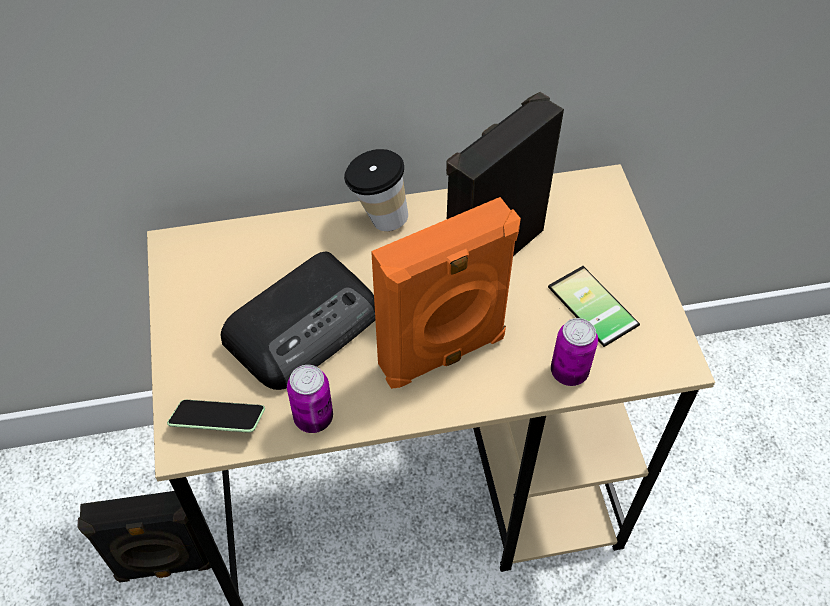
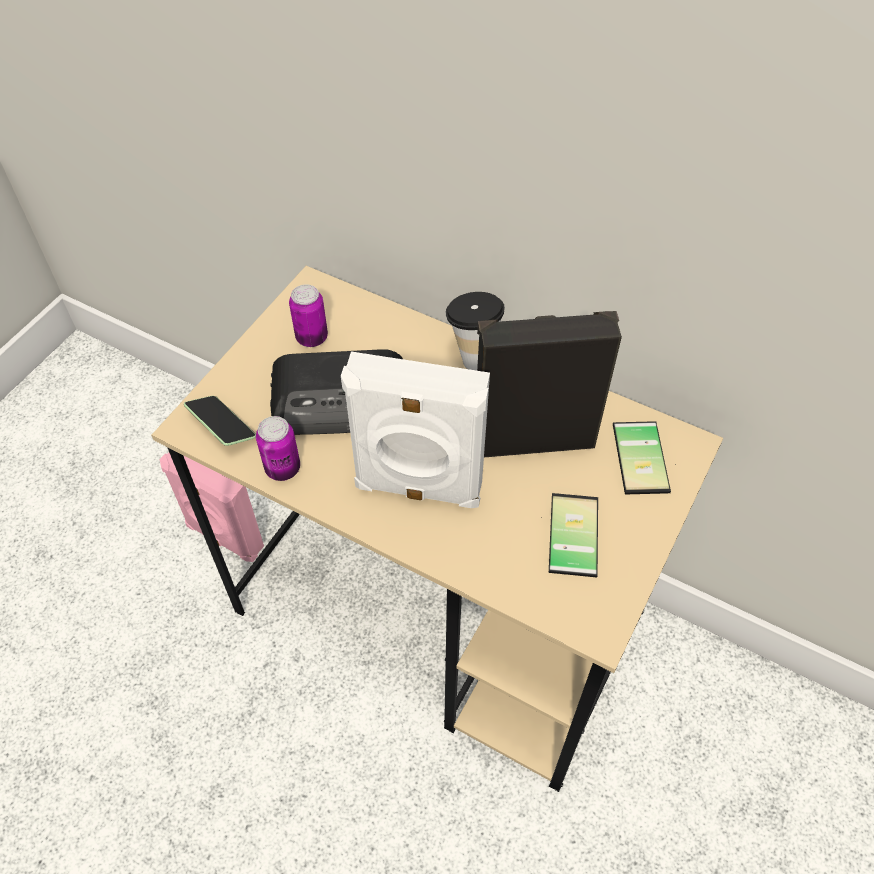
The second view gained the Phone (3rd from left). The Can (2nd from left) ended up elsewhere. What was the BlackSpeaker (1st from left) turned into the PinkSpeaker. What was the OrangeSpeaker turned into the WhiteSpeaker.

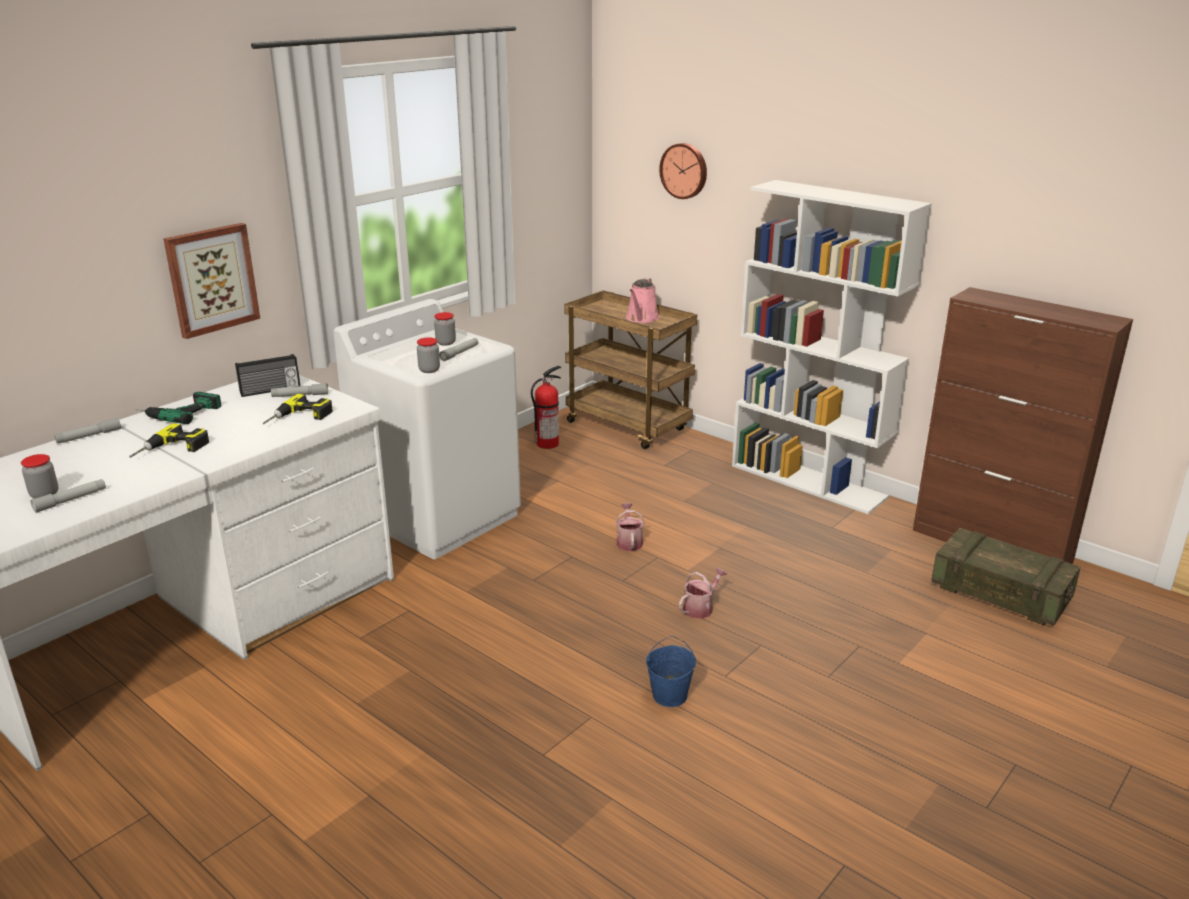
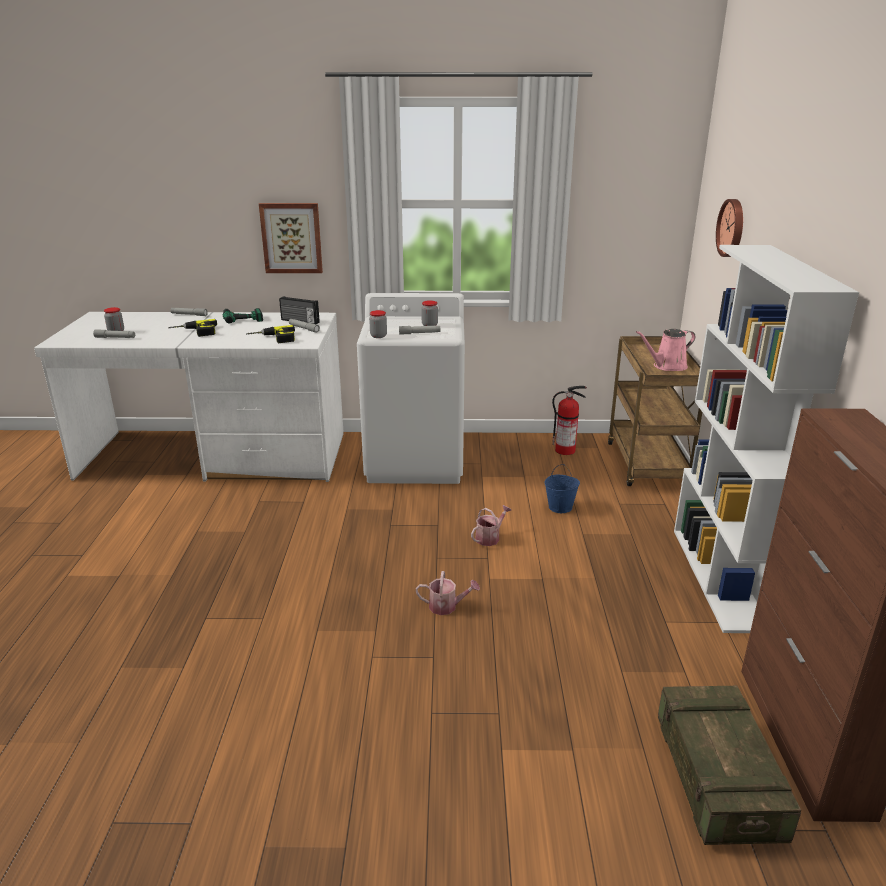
The BlueBucket ended up elsewhere.

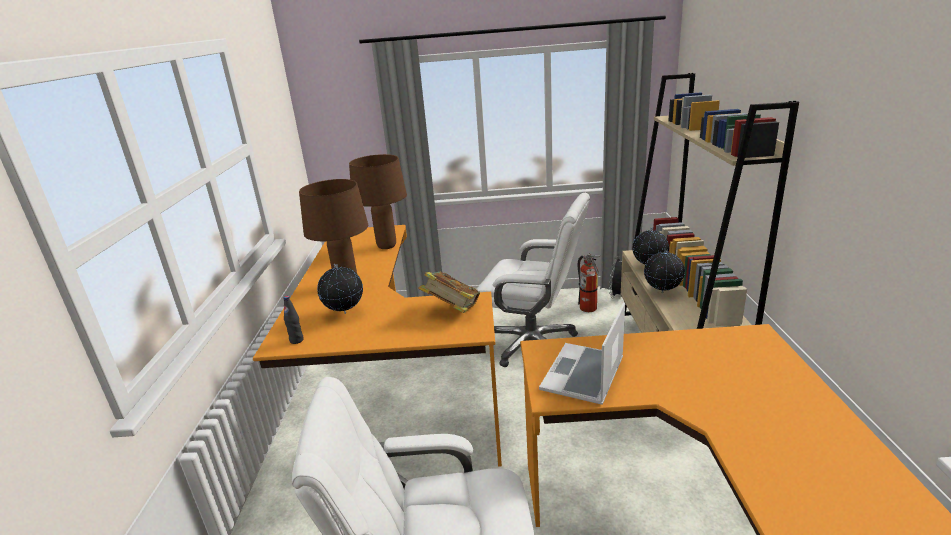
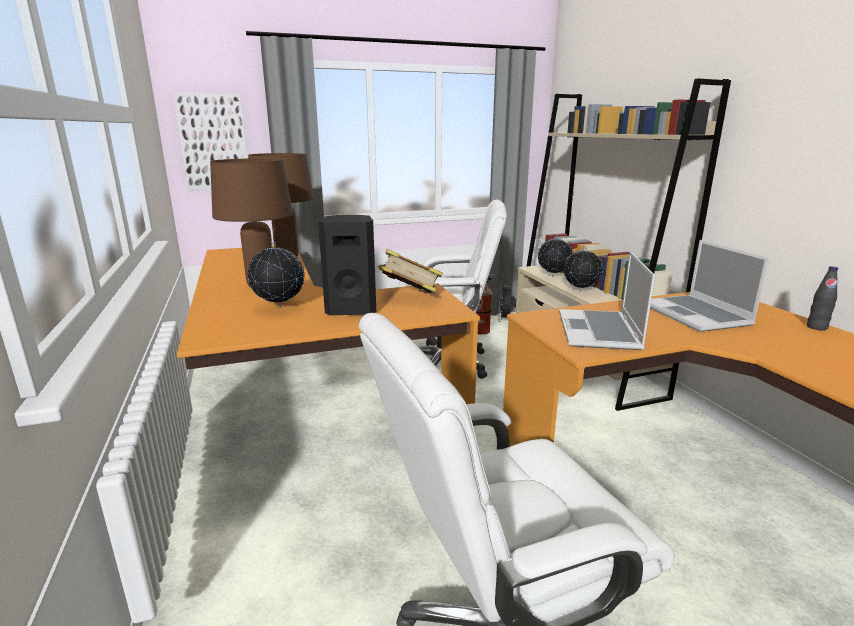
The second view gained the Picture. The second view gained the BlackSpeaker. The second view gained the Laptop (2nd from left). The BlackBottle ended up elsewhere.

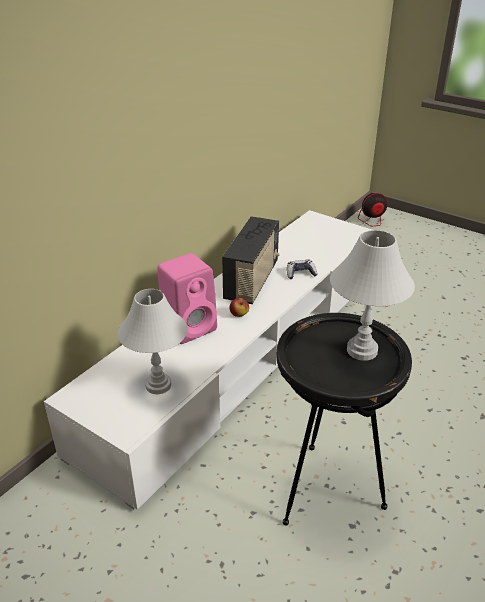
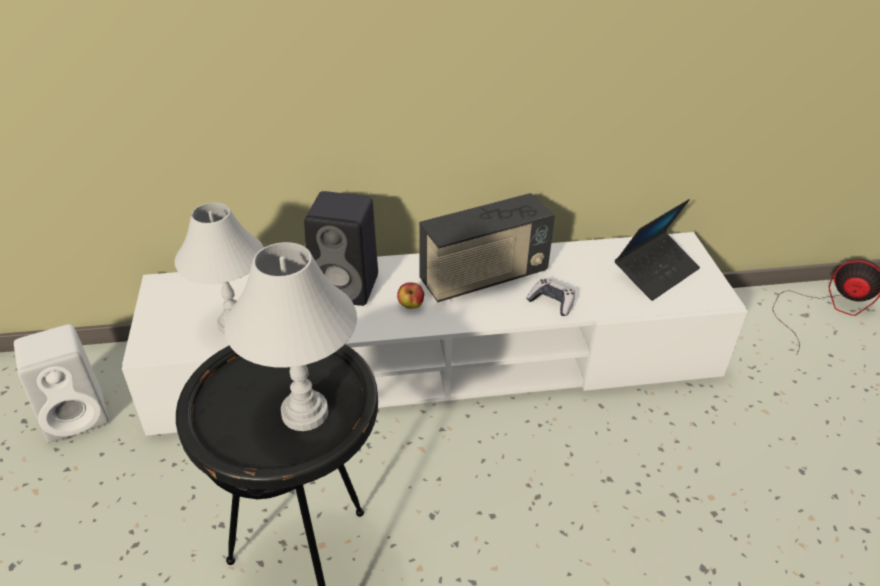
The second view gained the WhiteSpeaker. The second view gained the Laptop. What was the PinkSpeaker turned into the BlackSpeaker.

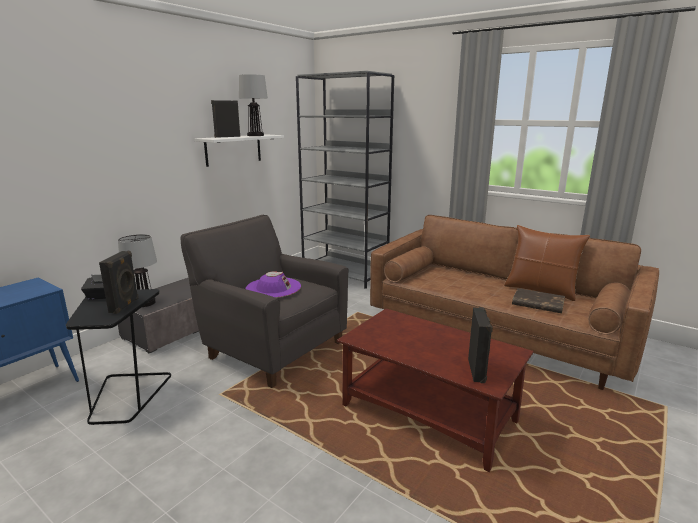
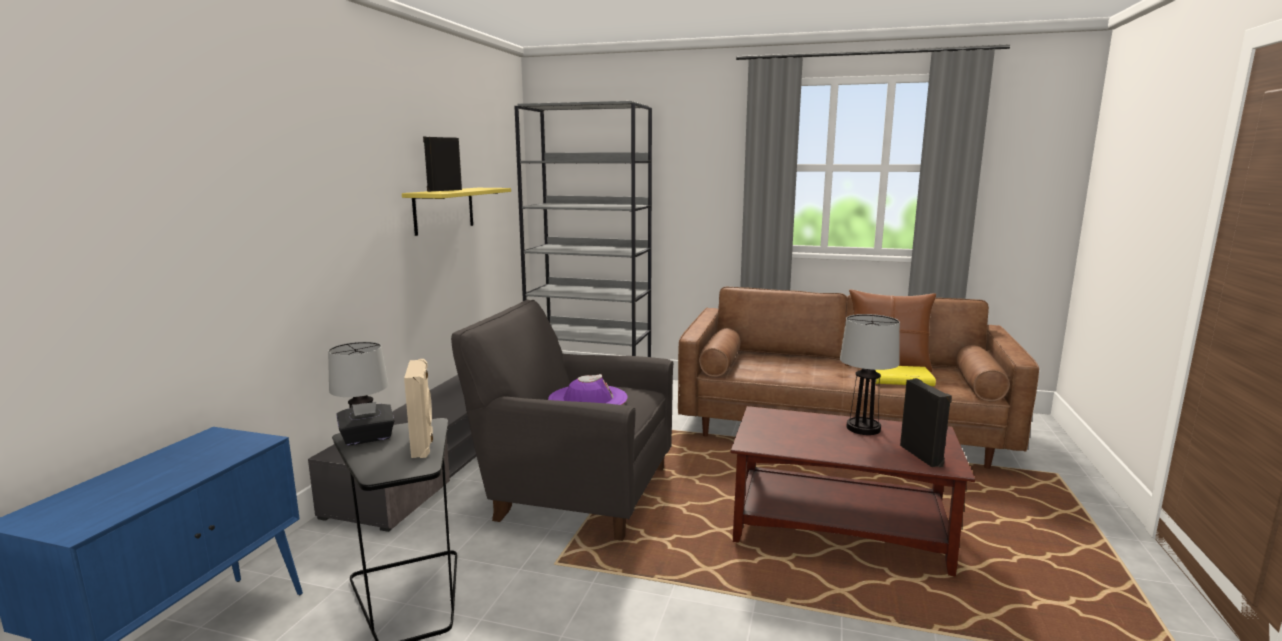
The TableLamp (2nd from left) ended up elsewhere. What was the BlackSpeaker (1st from left) turned into the BeigeSpeaker. What was the WhiteShelf turned into the YellowShelf. What was the BrownBook turned into the YellowBook.

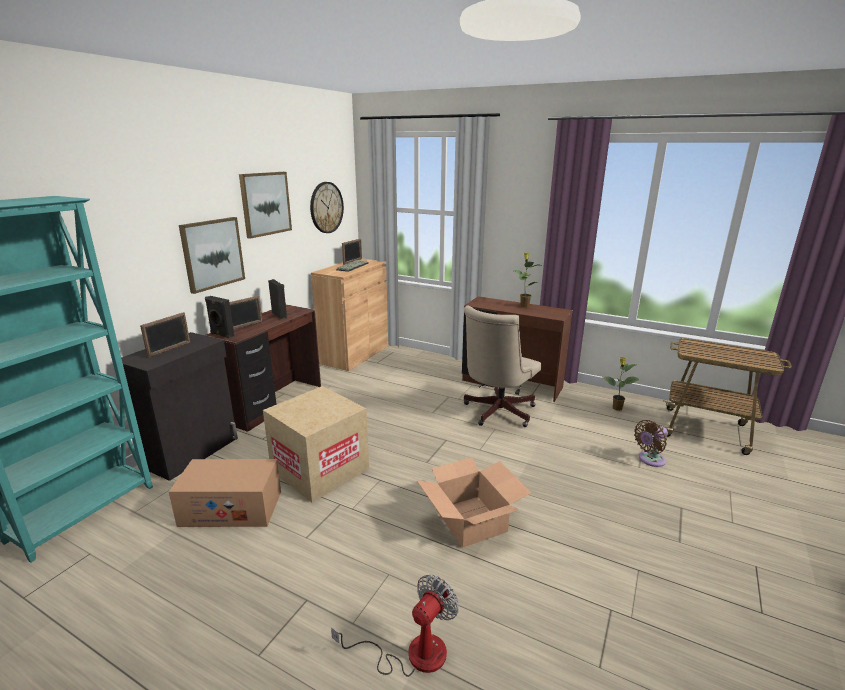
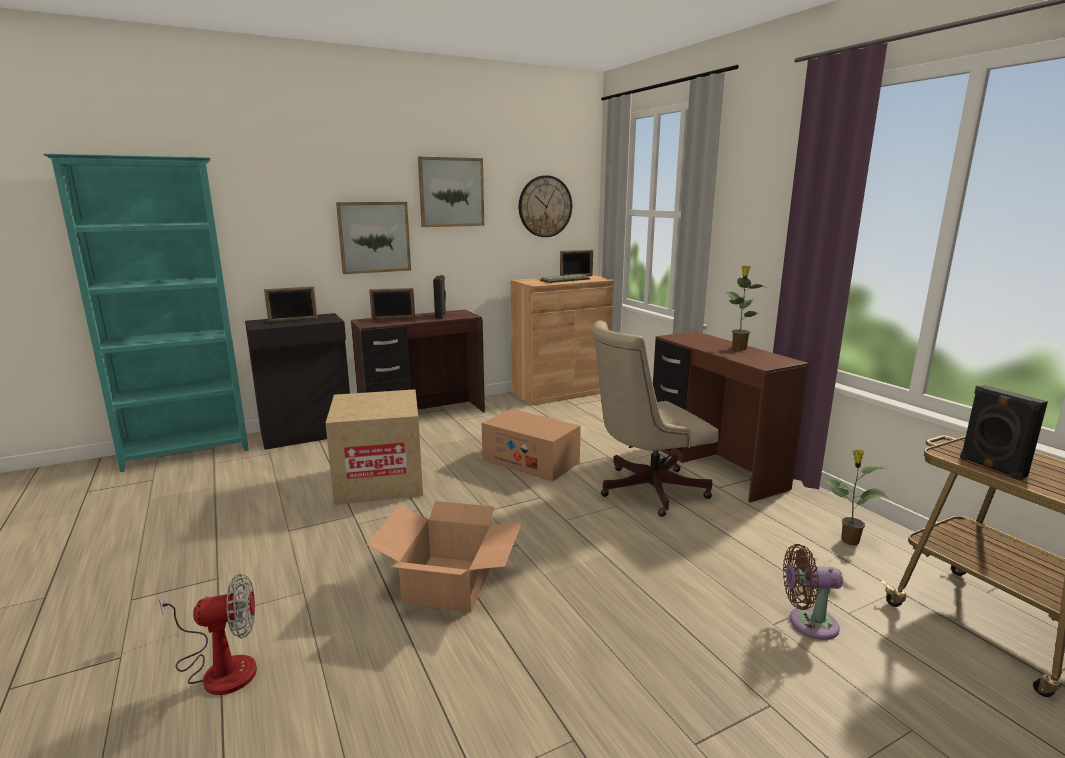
The CardboardBox (1st from left in the first image) ended up elsewhere. The BlackSpeaker (1st from left in the first image) ended up elsewhere.

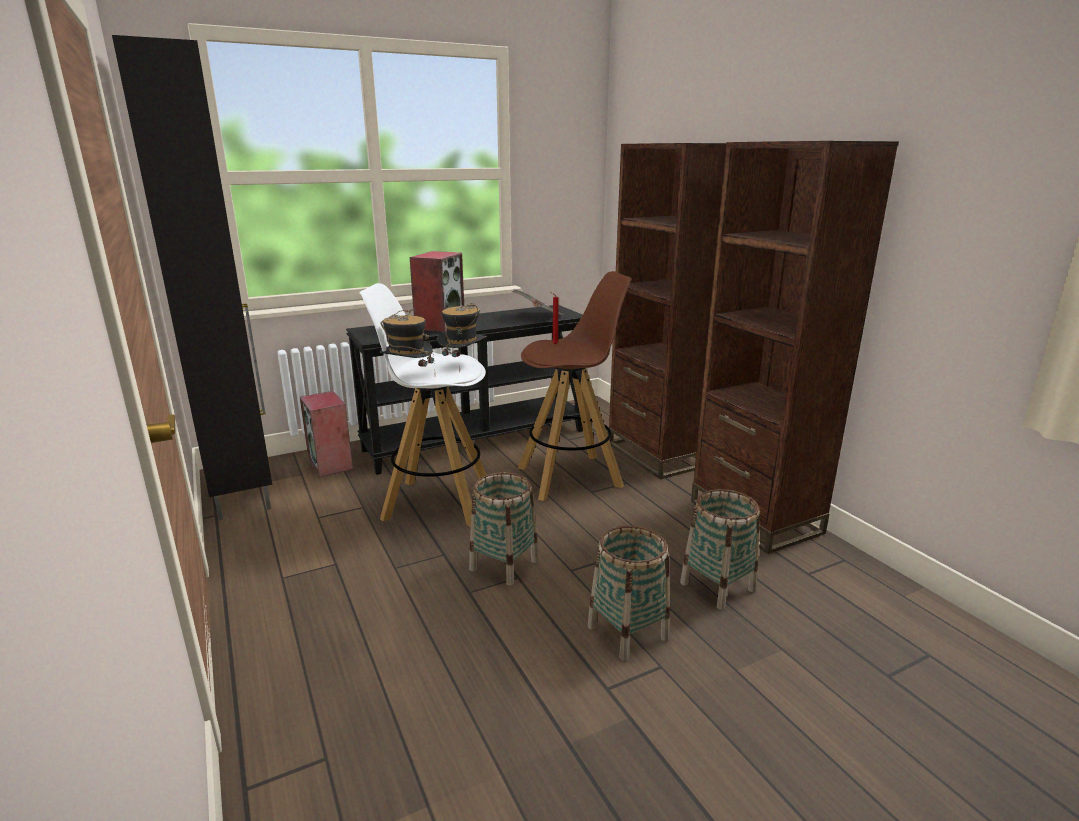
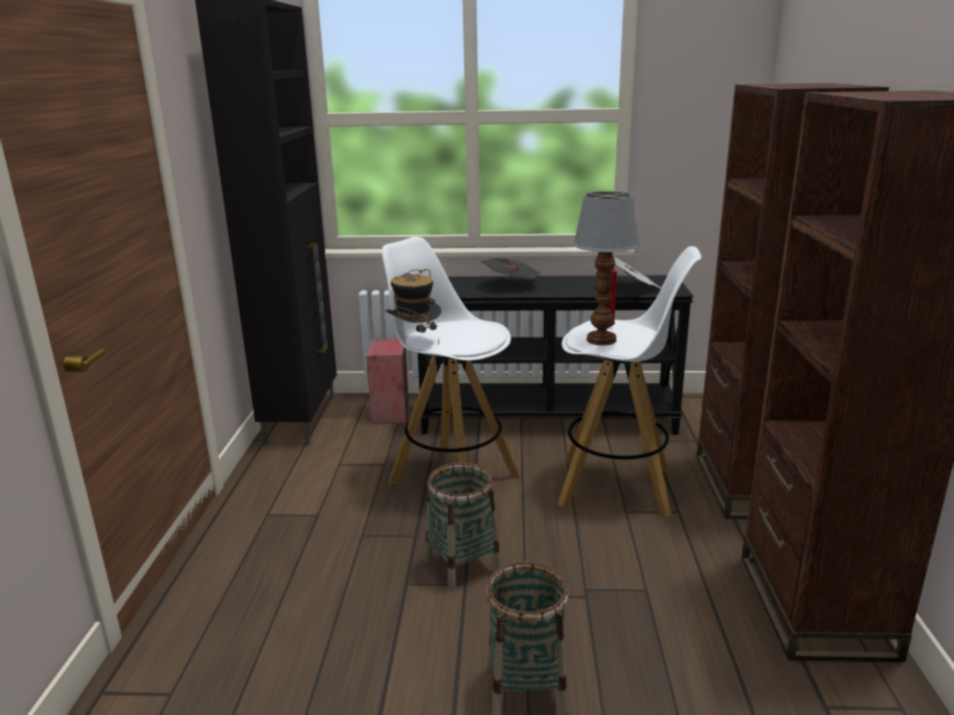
The second view lost the Hat (2nd from left). The second view lost the Basket (3rd from left). The second view gained the TableLamp. Where the Speaker (2nd from left) stood, the Newspaper (1st from left) came to stand. What was the BrownStool turned into the WhiteStool (2nd from left).

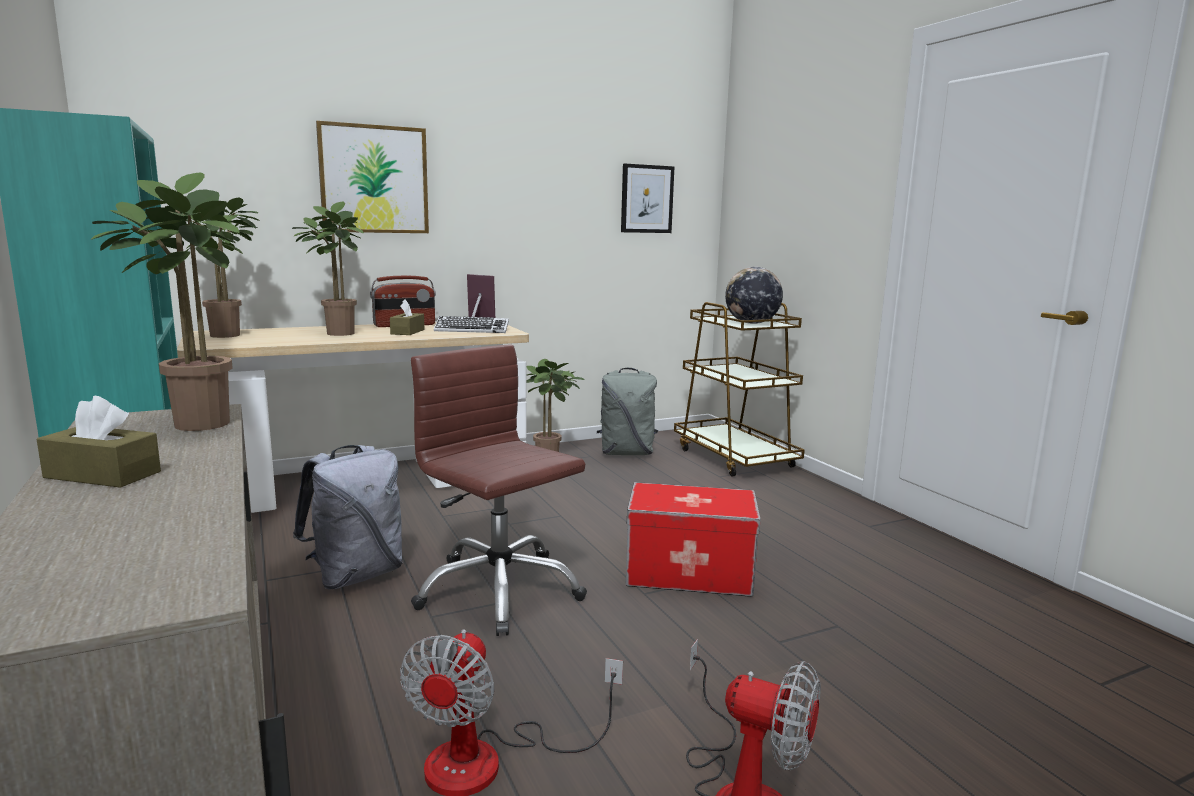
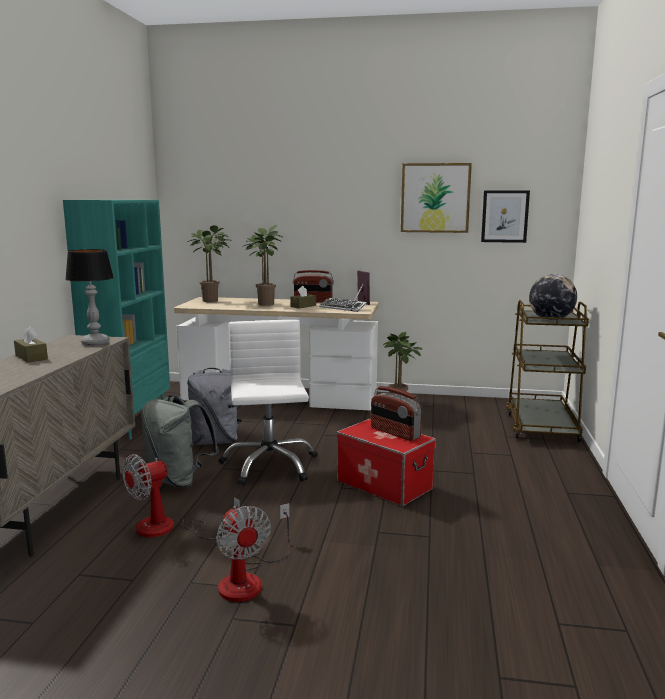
The second view gained the Radio (2nd from left). The Picture (1st from left) ended up elsewhere. The GreyBackpack (2nd from left in the first image) ended up elsewhere. Where the PottedPlant (1st from left) stood, the TableLamp came to stand. What was the BrownOfficeChair turned into the WhiteOfficeChair.

